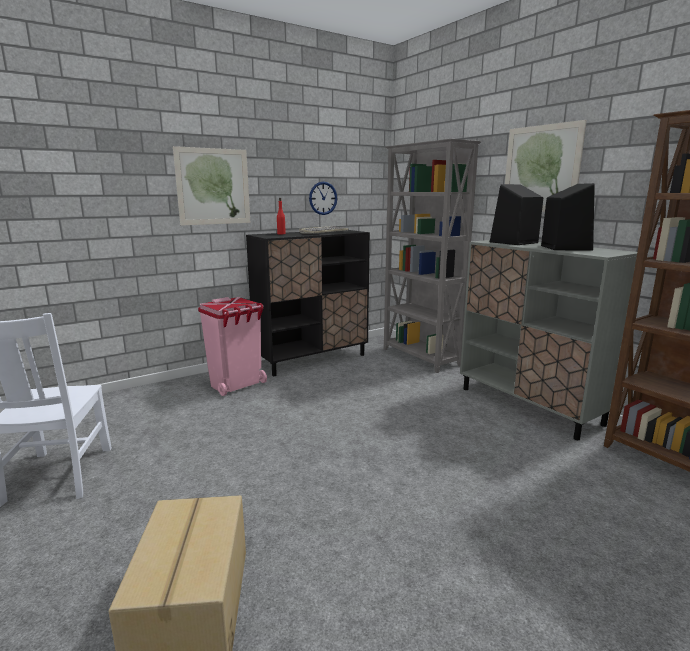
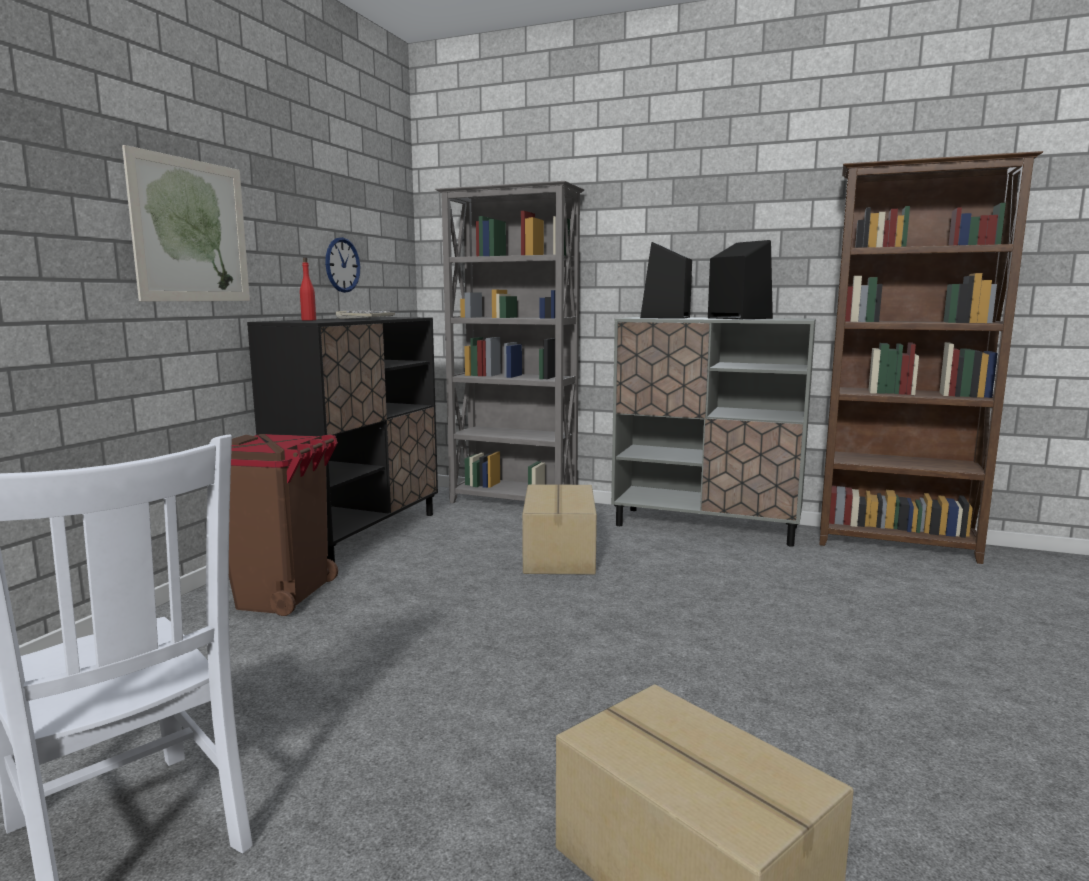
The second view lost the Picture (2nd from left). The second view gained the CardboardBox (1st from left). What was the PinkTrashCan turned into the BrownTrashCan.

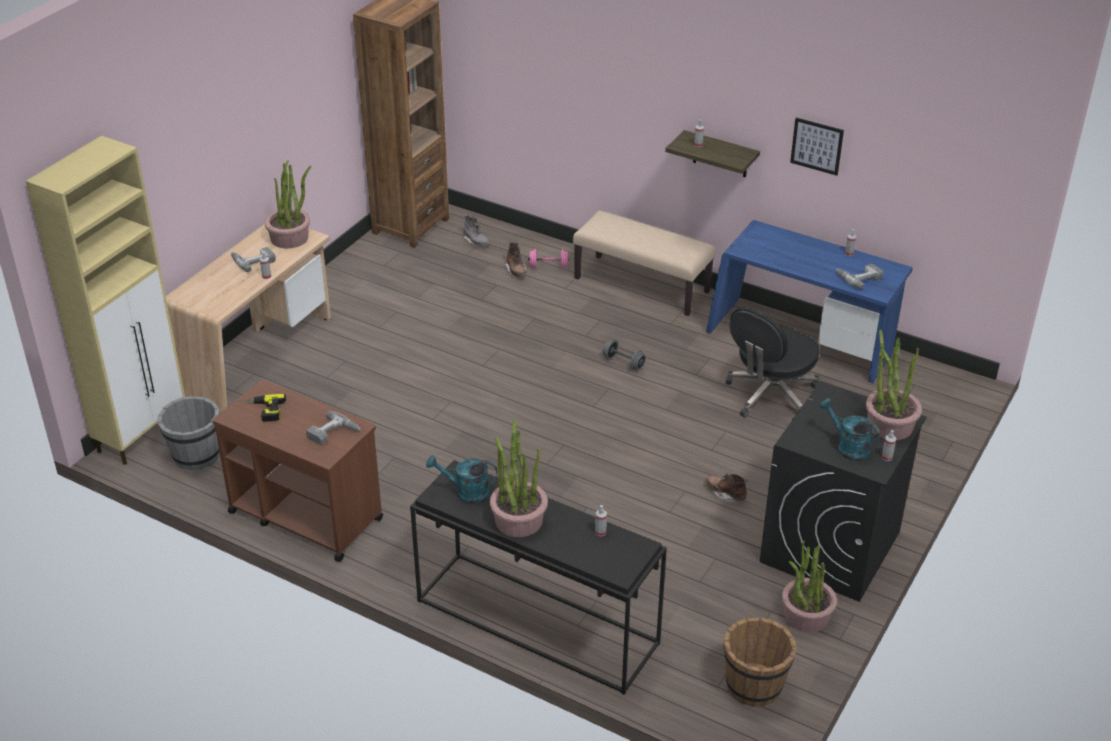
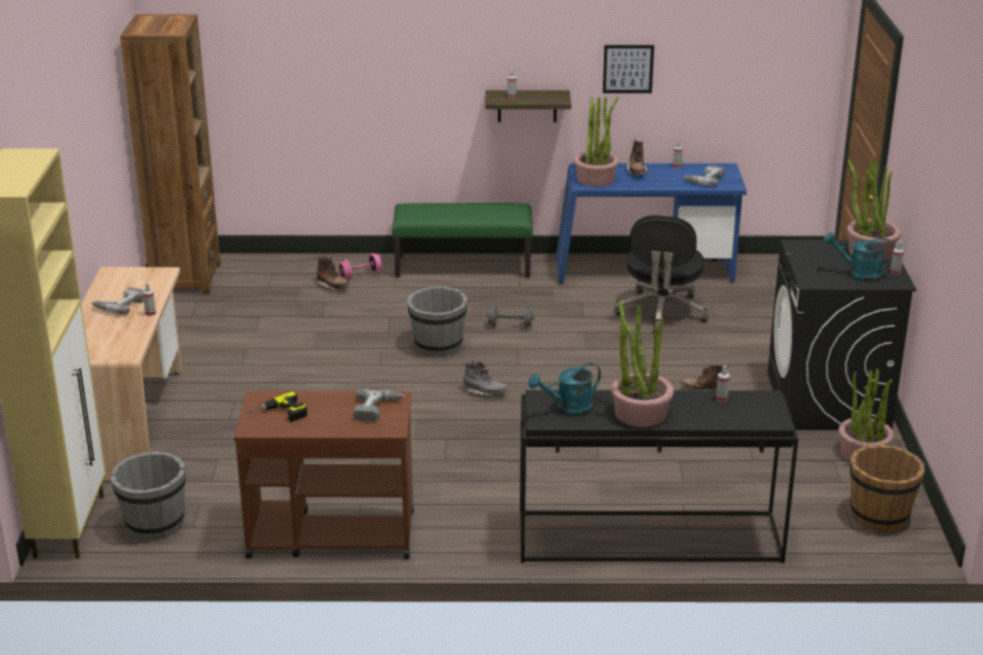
The second view gained the GreyBucket (2nd from left). The second view gained the BrownBoot (2nd from left). The PottedPlant (1st from left) ended up elsewhere. The GreyBoot ended up elsewhere. What was the BeigeBench turned into the GreenBench.

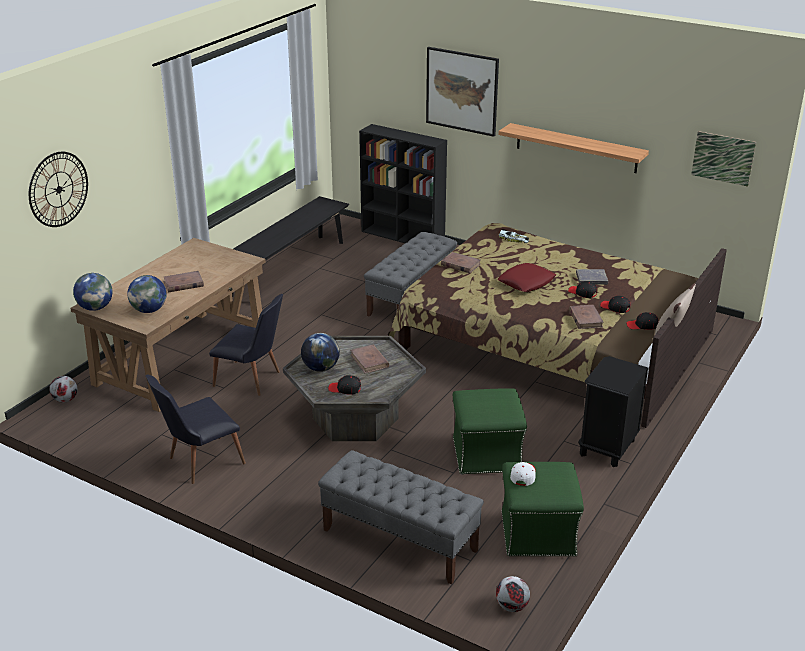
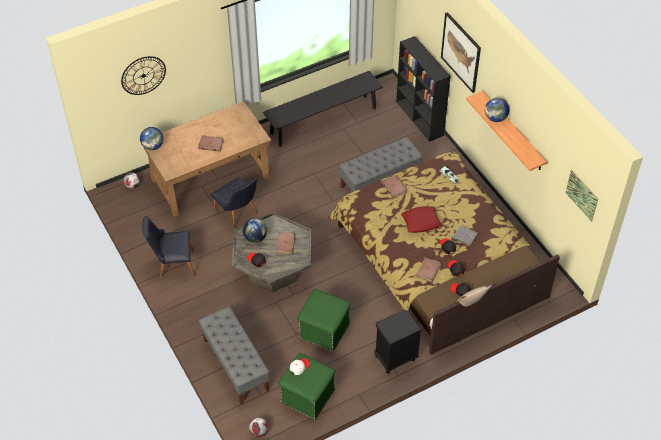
The Globe (2nd from left in the first image) ended up elsewhere.

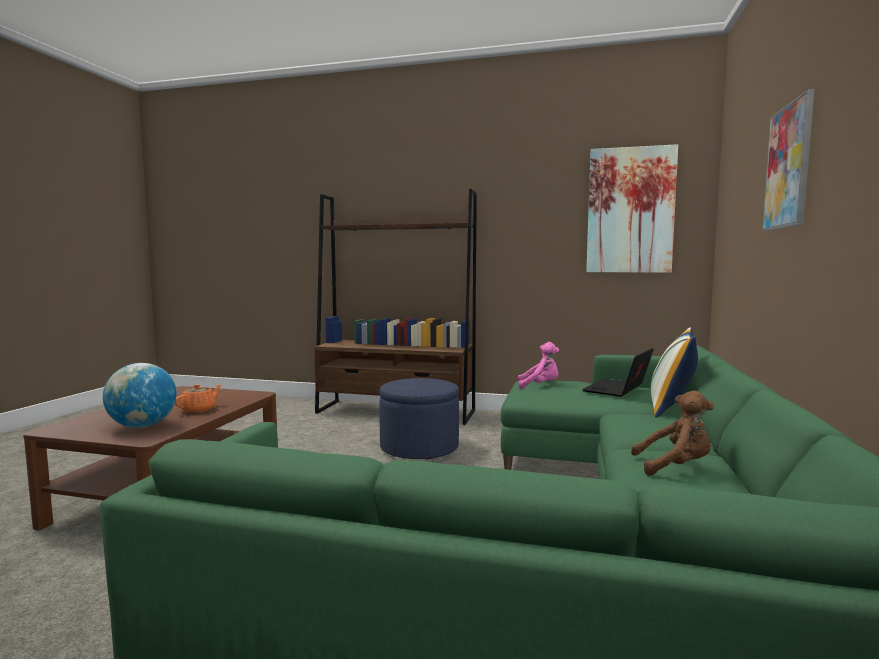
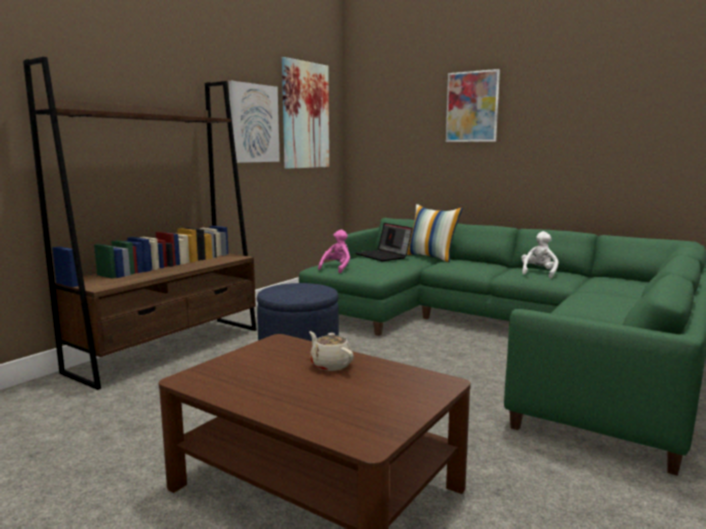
The second view lost the Globe. The second view gained the Picture (1st from left). What was the OrangeTeapot turned into the BeigeTeapot. What was the BrownPlushToy turned into the WhitePlushToy.

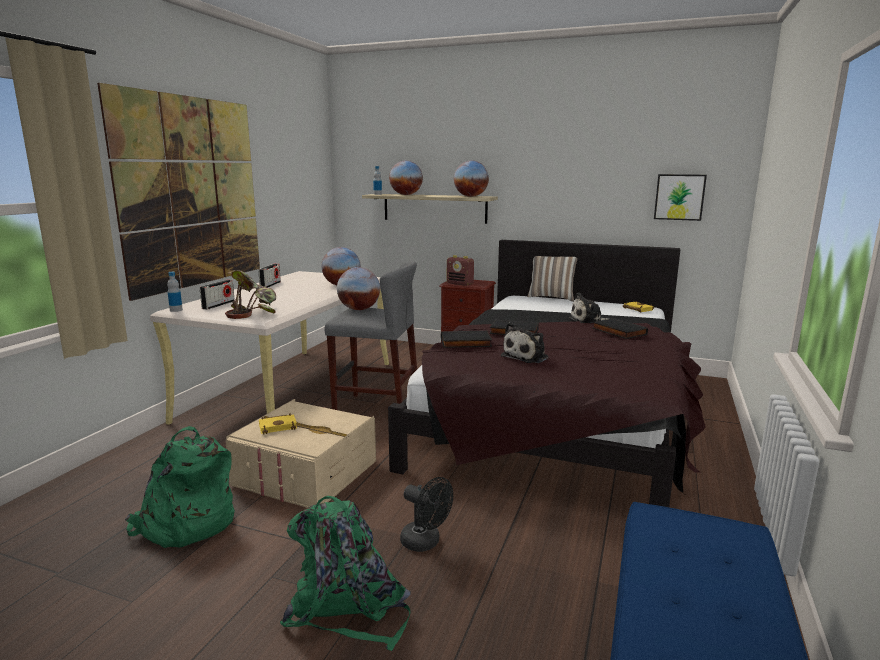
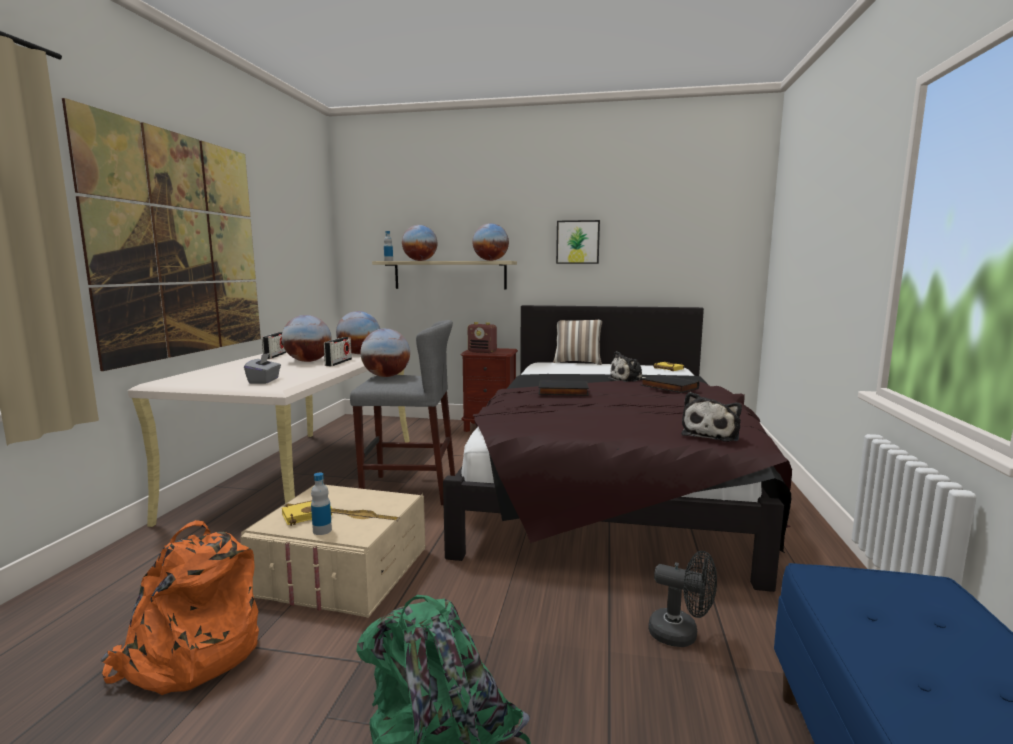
The second view lost the BlackBook (1st from left). The second view gained the Globe (1st from left). The Bottle (1st from left) ended up elsewhere. The Radio (1st from left in the first image) ended up elsewhere. The BlackFan ended up elsewhere. The PlushToy (1st from left in the first image) ended up elsewhere. The Picture (2nd from left) ended up elsewhere. Where the PottedPlant stood, the GreyTissueBox came to stand. What was the GreenBackpack (1st from left) turned into the OrangeBackpack.

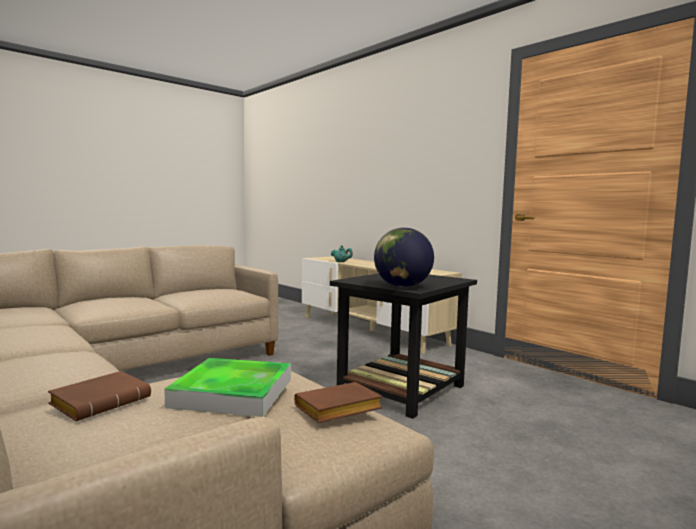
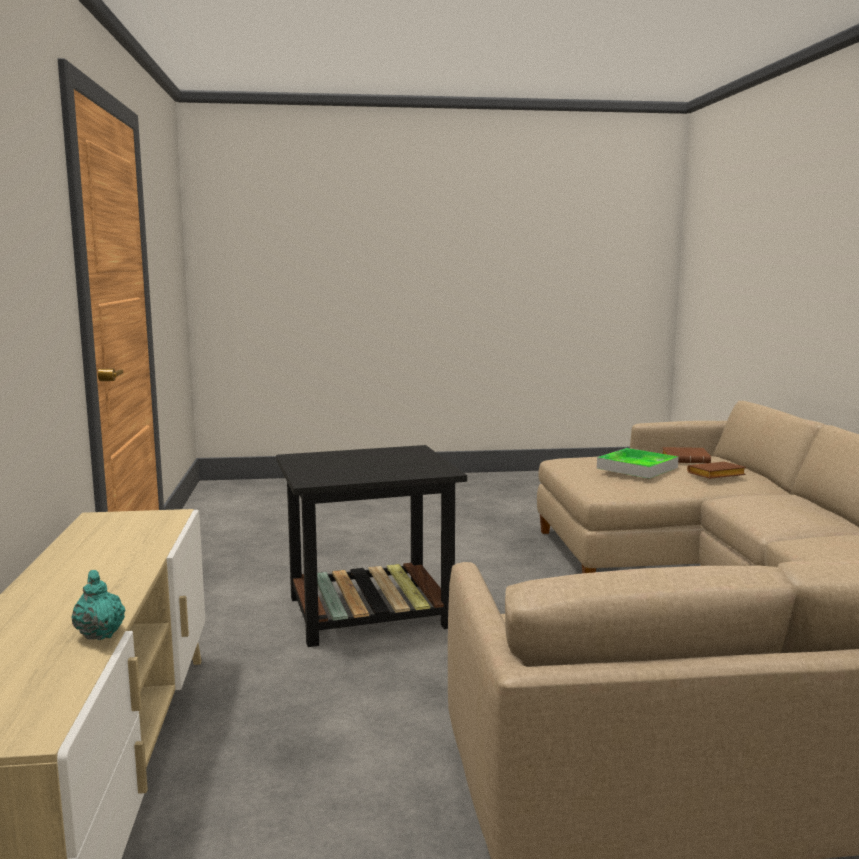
The second view lost the Globe. The BrownBook (2nd from left in the first image) ended up elsewhere.

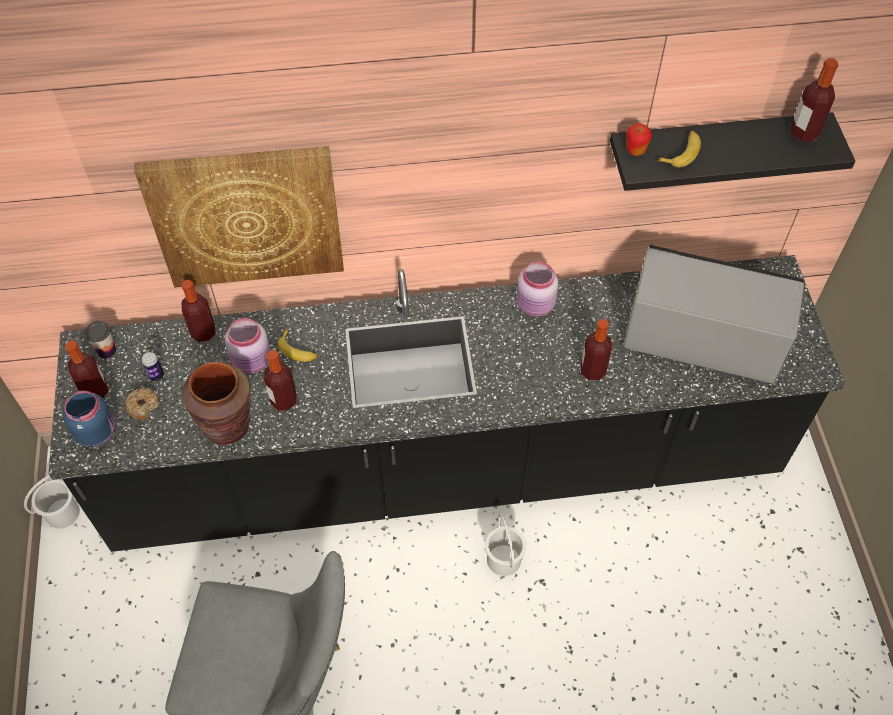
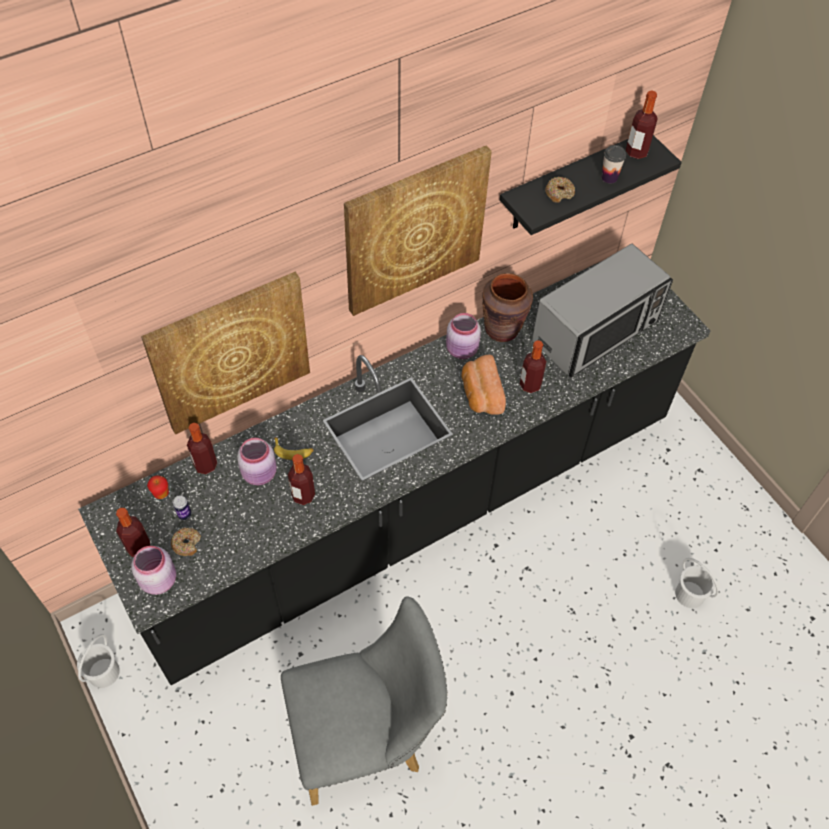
The second view gained the Picture (2nd from left). The second view gained the Bread. The Cup ended up elsewhere. The BrownVase ended up elsewhere. The WhiteBucket (2nd from left) ended up elsewhere. The Apple ended up elsewhere. Where the Banana (2nd from left) stood, the Donut (2nd from left) came to stand. What was the BlueJar turned into the PinkJar (1st from left). The Microwave ended up facing another way, 150 degrees clockwise from before.

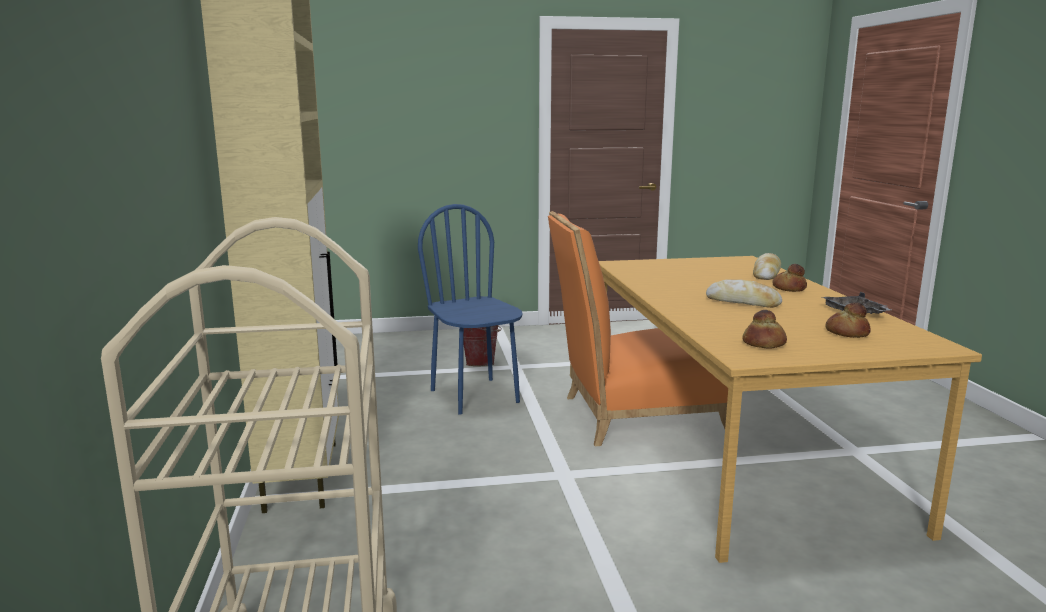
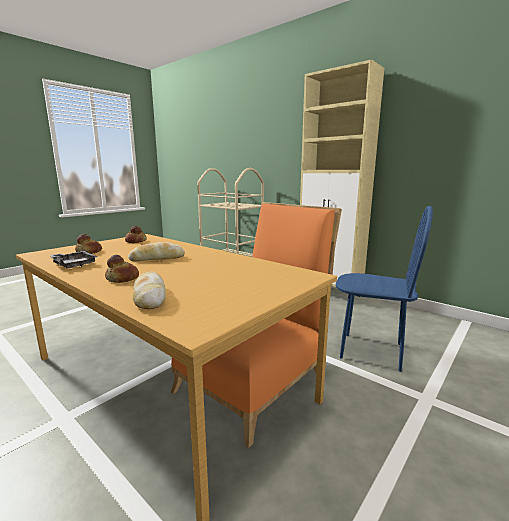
The second view lost the Bucket.

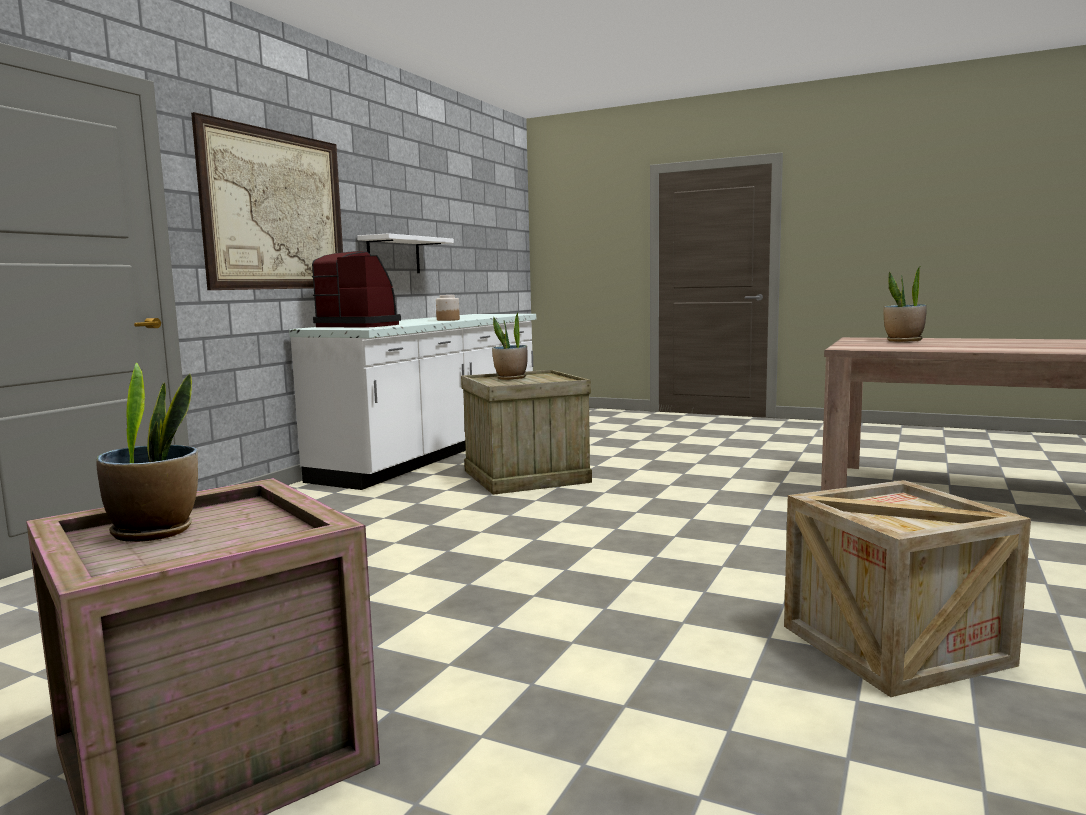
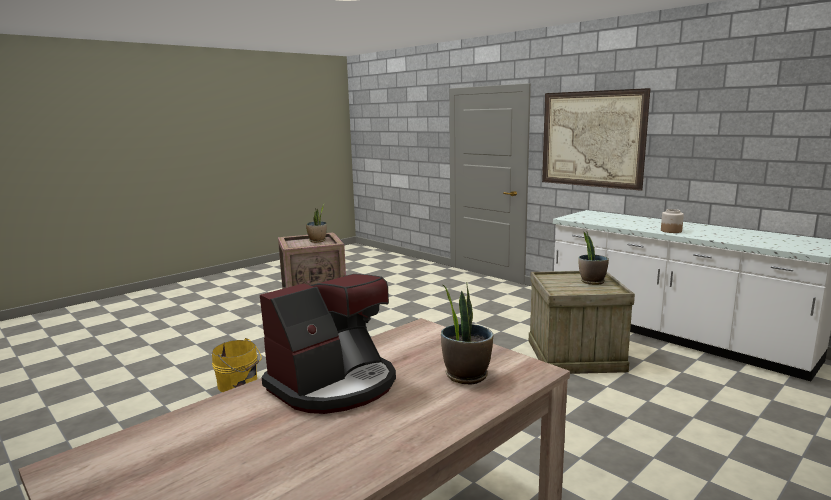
The second view lost the WhiteShelf. The CoffeeMachine ended up elsewhere. Where the Crate (3rd from left) stood, the YellowBucket came to stand.

